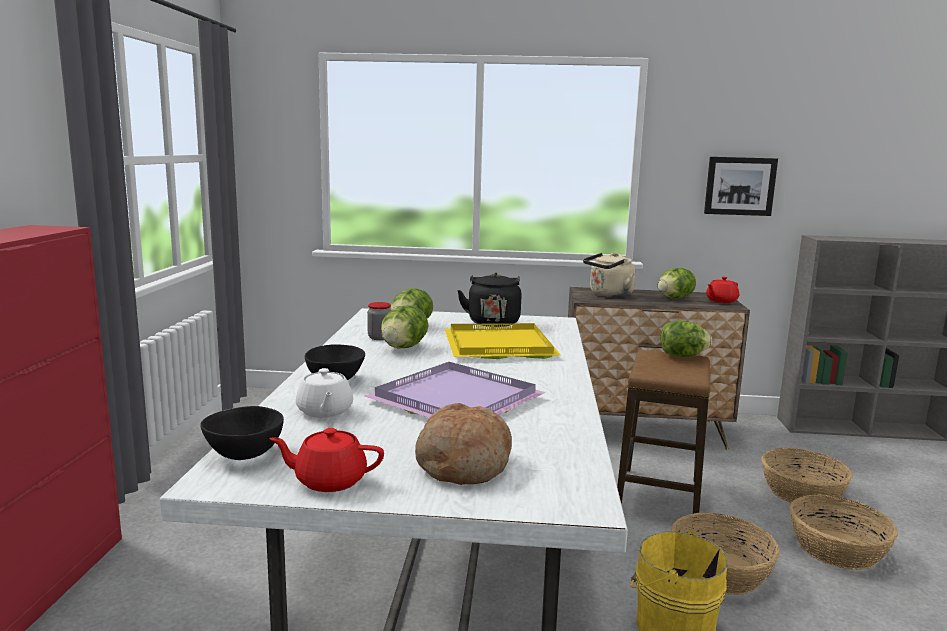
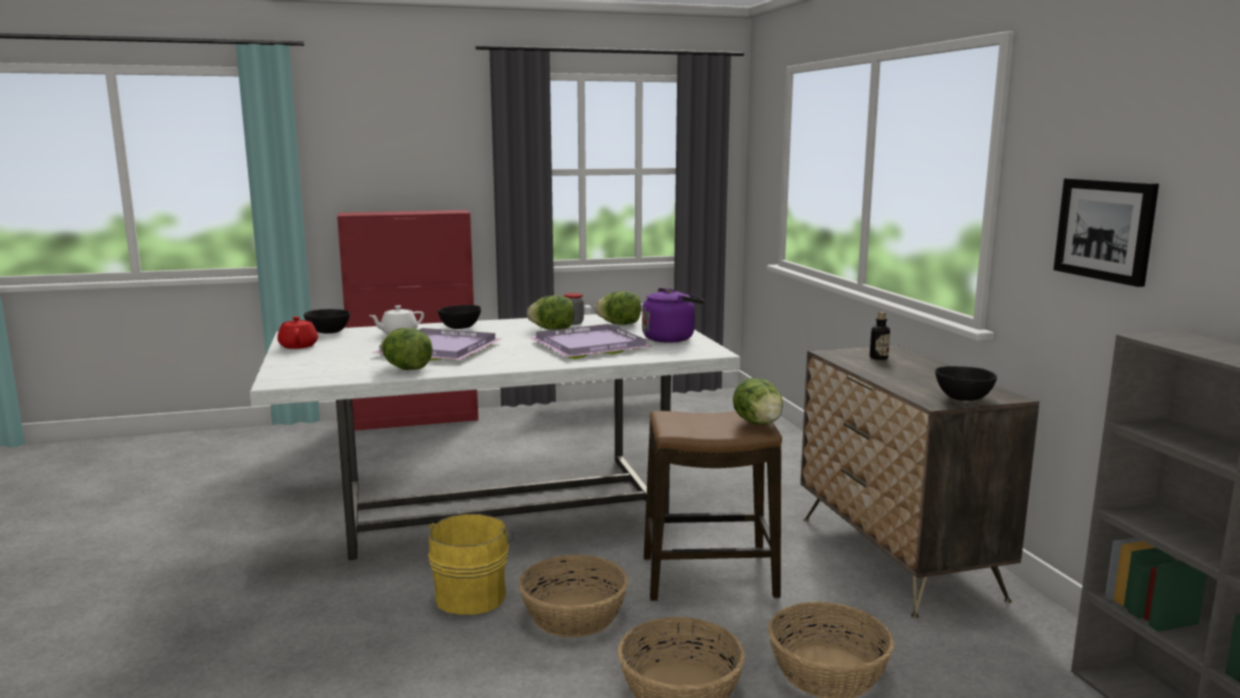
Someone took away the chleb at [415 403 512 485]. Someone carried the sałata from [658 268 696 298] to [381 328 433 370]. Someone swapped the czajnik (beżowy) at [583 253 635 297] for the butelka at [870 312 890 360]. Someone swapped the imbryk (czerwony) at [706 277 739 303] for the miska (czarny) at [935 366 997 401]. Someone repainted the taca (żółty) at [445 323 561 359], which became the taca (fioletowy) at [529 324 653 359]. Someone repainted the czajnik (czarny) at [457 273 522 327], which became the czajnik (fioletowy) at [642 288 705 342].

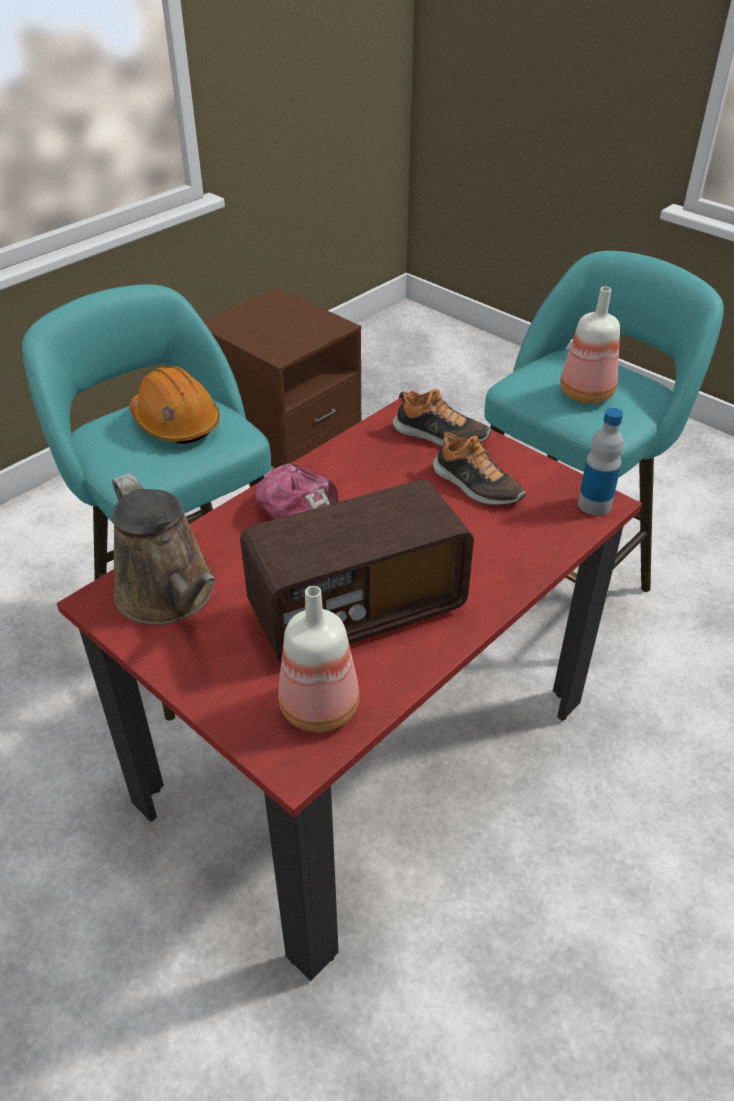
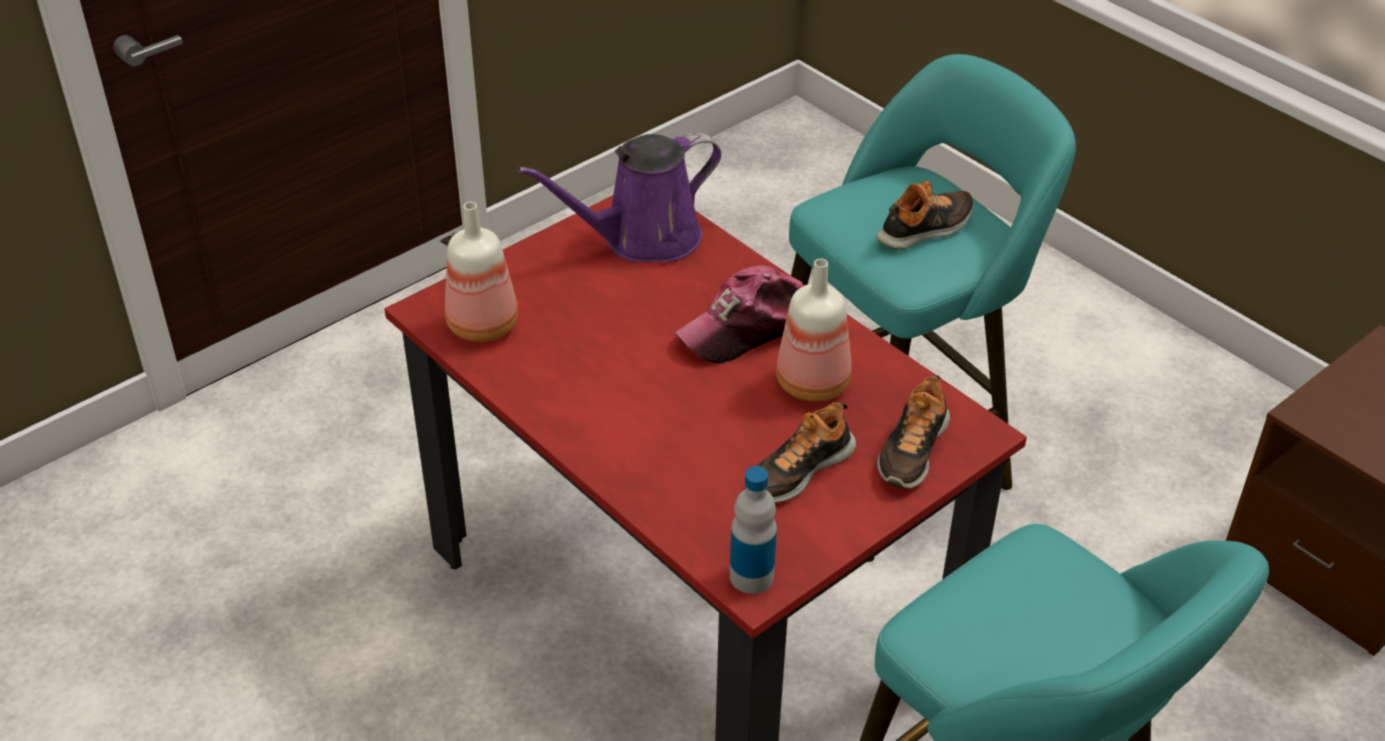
Someone took away the radio at [240 479 474 662]. Someone carried the butelka from [560 287 620 403] to [776 259 852 402]. Someone swapped the kask (pomarańczowy) at [129 366 220 444] for the but at [876 181 973 250]. Someone repainted the konewka (brązowy) at [112 473 216 625], which became the konewka (fioletowy) at [518 133 721 262].

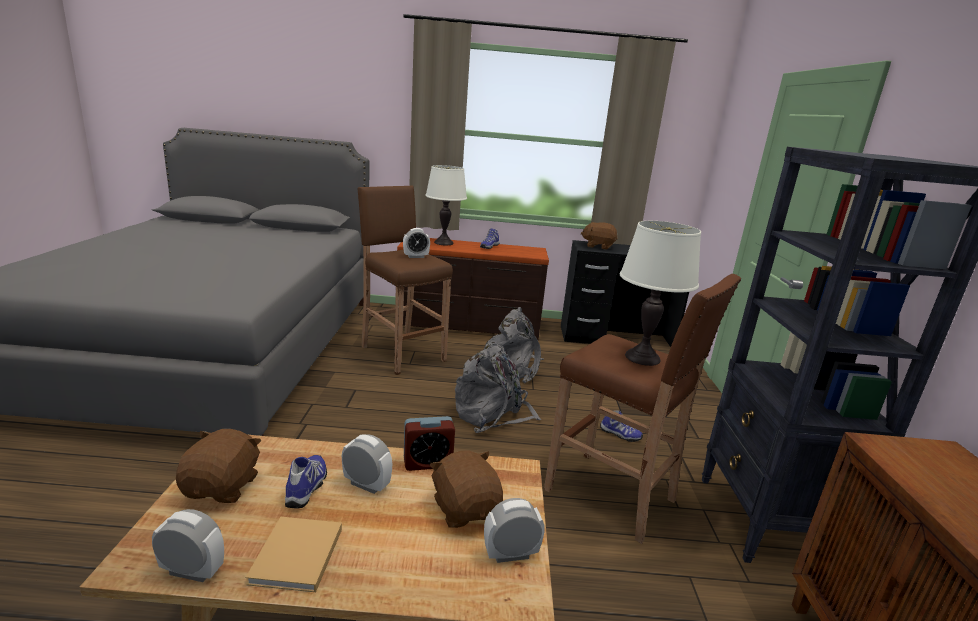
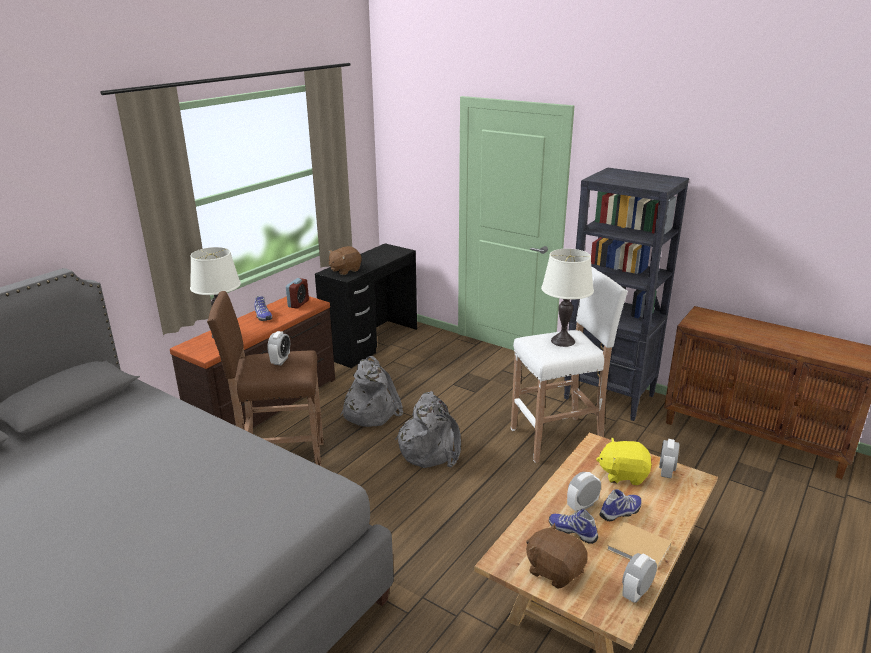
Someone carried the budzik from [404 416 455 471] to [286 278 309 309]. Someone carried the but from [600 410 643 442] to [599 489 642 521]. Someone repainted the pluszak (brązowy) at [430 450 503 528], which became the pluszak (żółty) at [596 437 652 485]. Someone repainted the stołek (brązowy) at [544 274 741 544], which became the stołek (biały) at [511 267 628 463].

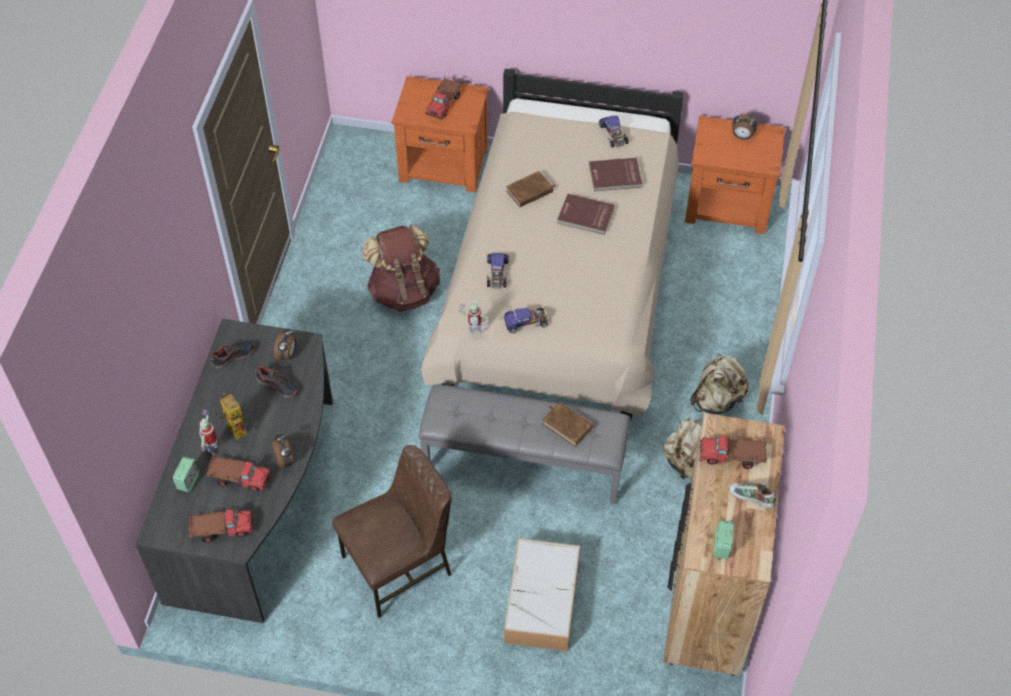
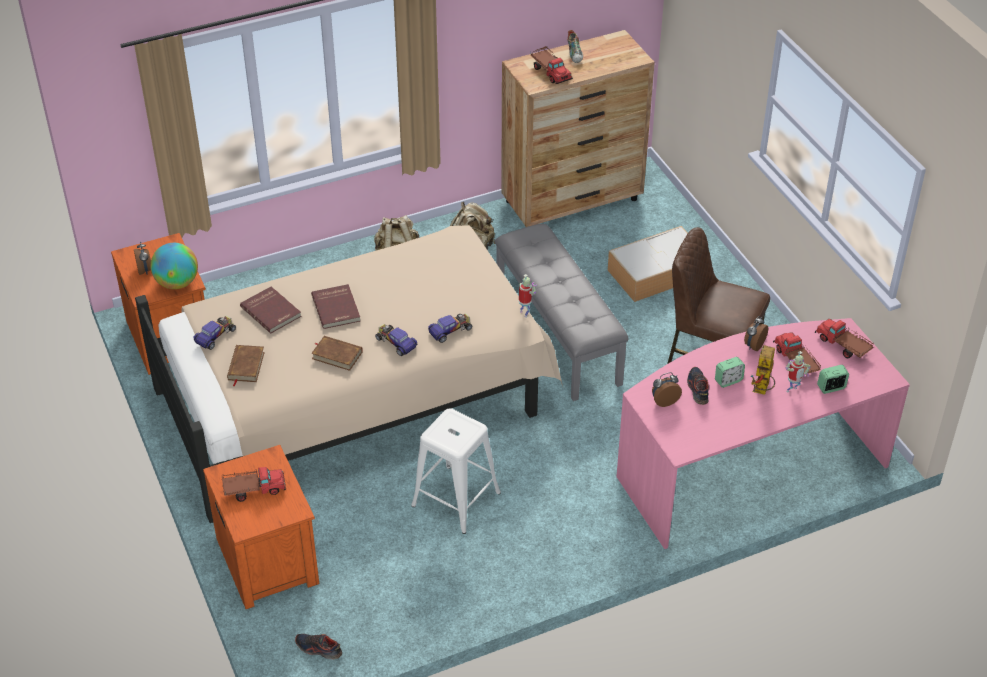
Someone put down the globus at [150 243 198 289]. Someone carried the but from [210 341 255 369] to [295 634 342 659]. Someone carried the samochodzik from [504 308 548 333] to [375 324 417 356]. Someone carried the książka (brązowy) from [542 402 594 447] to [227 345 265 387]. Someone carried the budzik from [714 520 734 559] to [715 357 745 388]. Someone swapped the plecak (brązowy) at [362 225 440 312] for the stołek (biały) at [411 408 501 534]. Someone repainted the biurko (szary) at [135 319 333 623], which became the biurko (różowy) at [616 318 910 549].

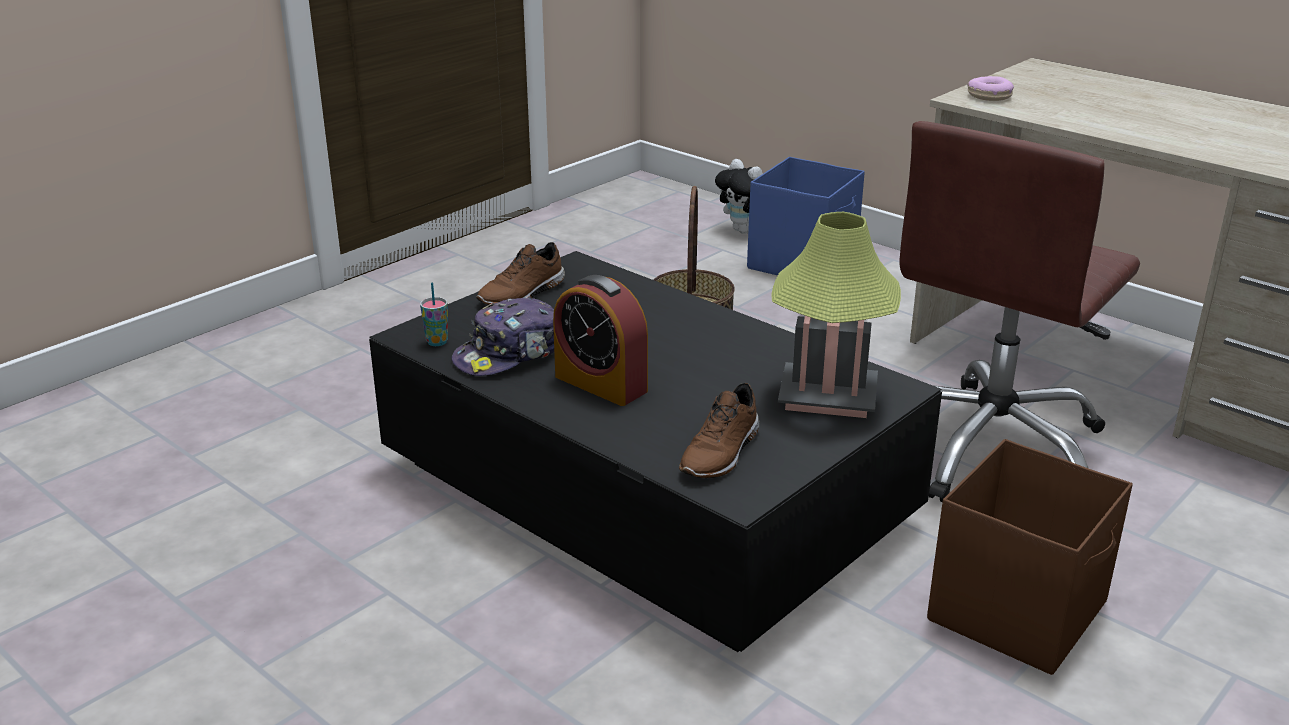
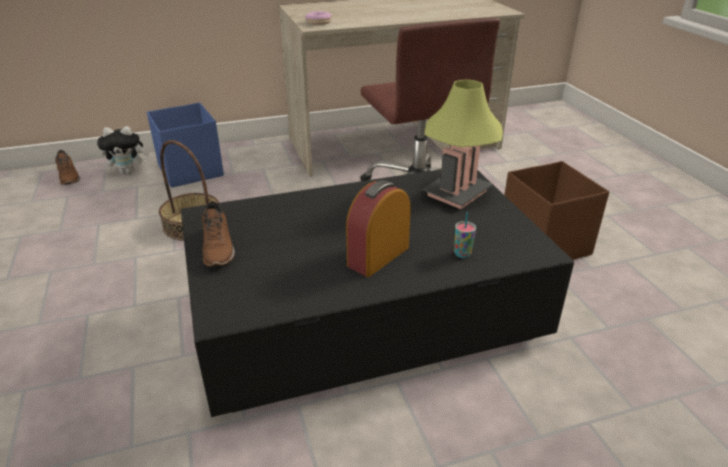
Someone took away the czapka z daszkiem at [452 297 554 376]. Someone carried the filiżanka from [420 282 448 346] to [454 212 476 258]. Someone carried the but (brązowy) from [679 383 759 478] to [55 150 80 185]. Someone rotated the budzik at [553 275 648 406] by 150 degrees clockwise.

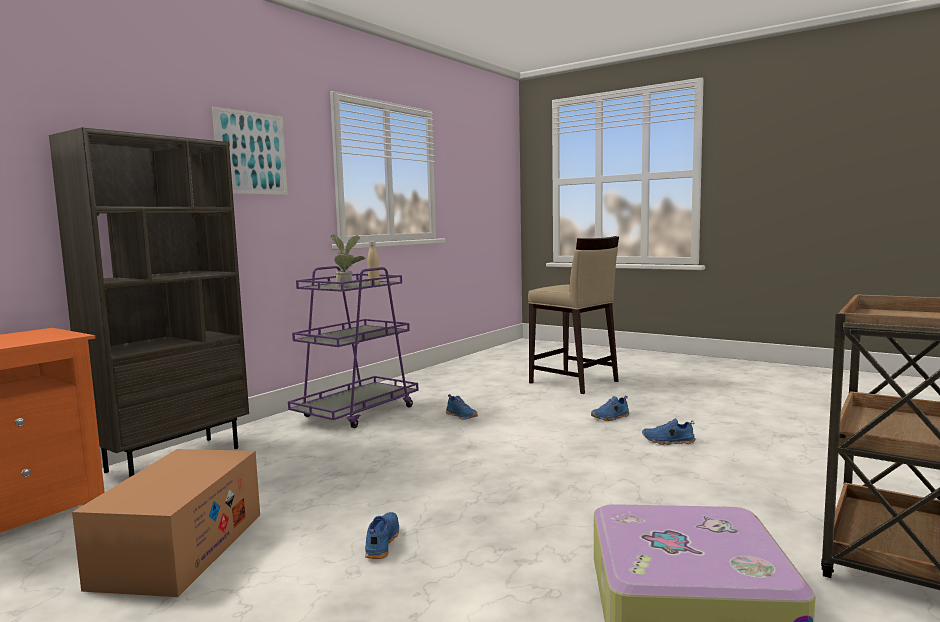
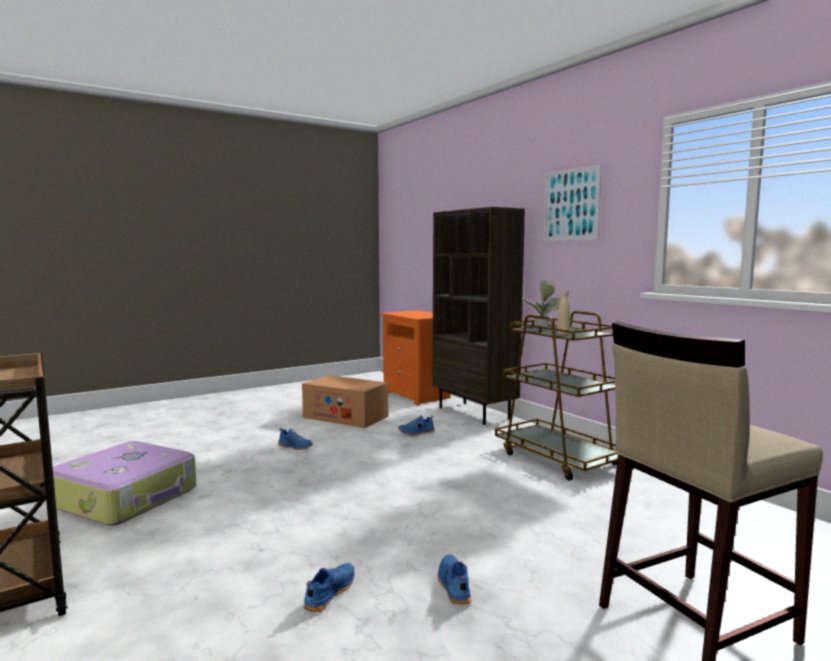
Someone carried the but (niebieski) from [446 394 478 420] to [398 415 435 436]. Someone repainted the wózek (fioletowy) at [288 266 419 428], which became the wózek (brązowy) at [495 311 618 481].

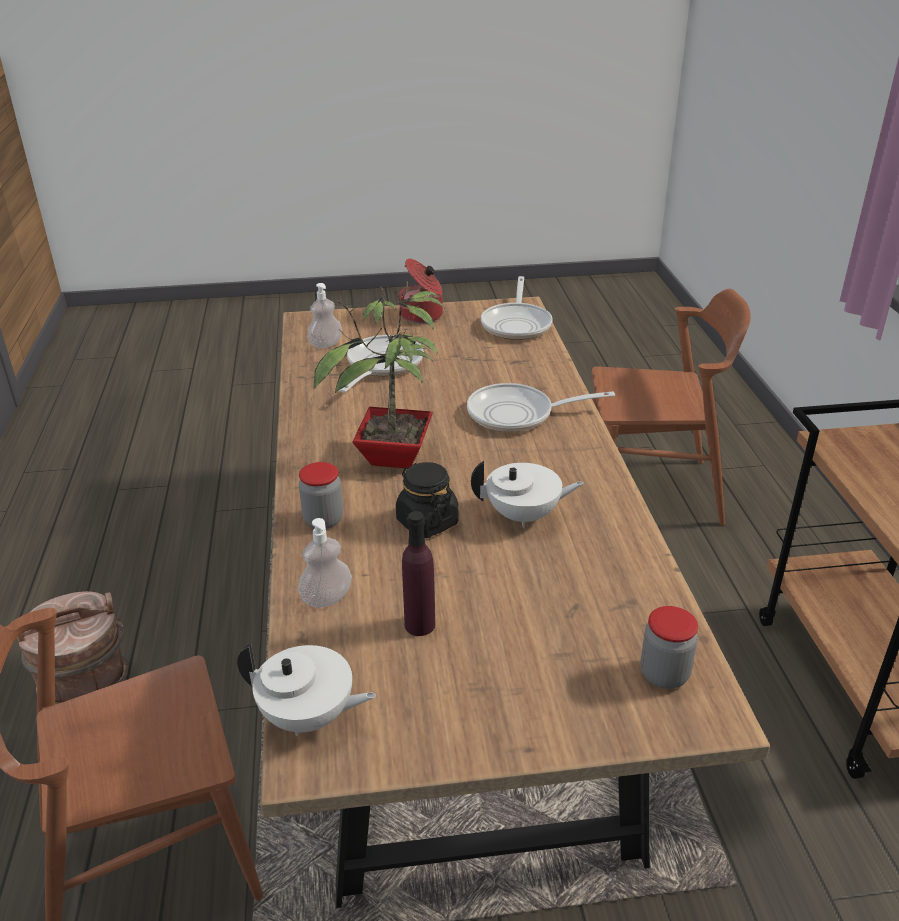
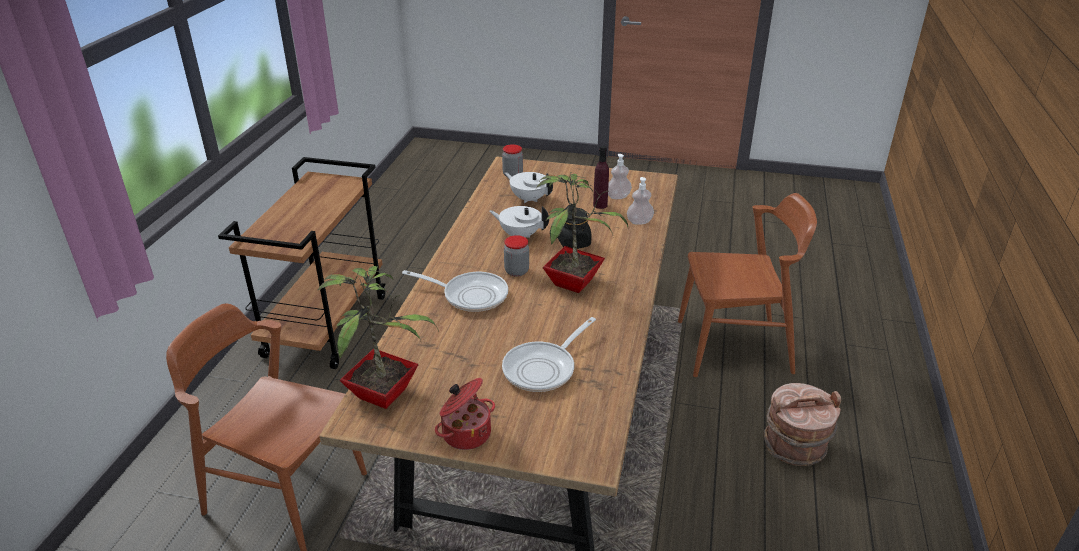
Someone carried the imbryk (biały) from [237 644 376 736] to [505 172 553 203]. Someone carried the słoik from [299 462 343 529] to [504 235 529 277]. Someone carried the dozownik mydła from [307 283 342 349] to [608 154 632 199]. Someone swapped the patelnia at [481 276 553 340] for the roślina doniczkowa at [317 266 439 409].

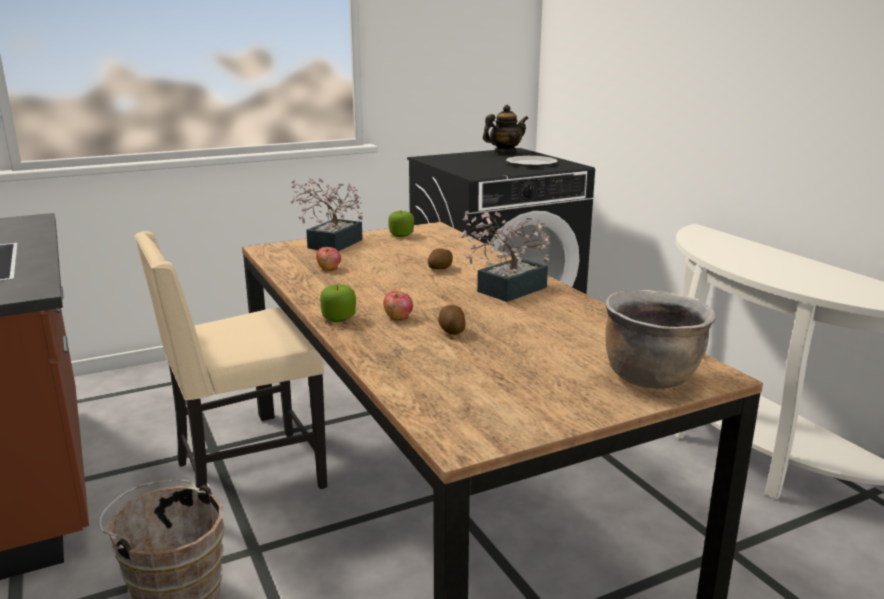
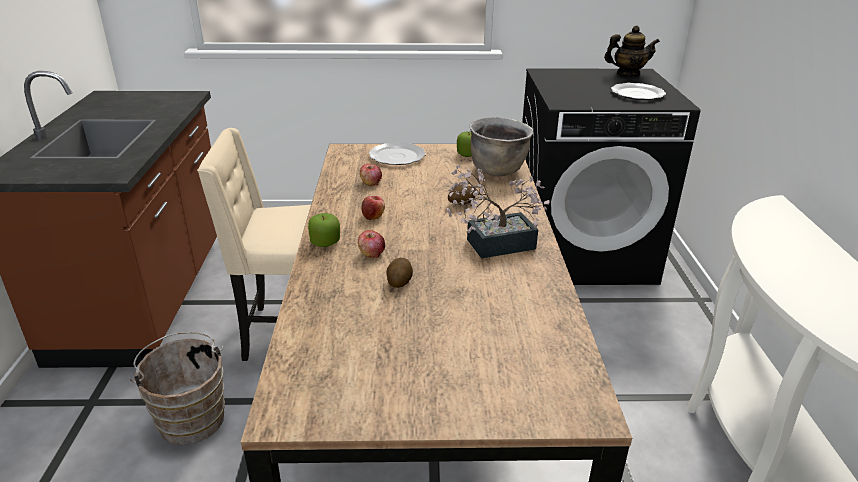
Someone put down the jabłko at [361 196 385 220]. Someone carried the garnek (brązowy) from [605 290 716 389] to [470 117 533 176]. Someone swapped the roślina doniczkowa at [290 178 363 251] for the talerz at [369 142 426 165].

